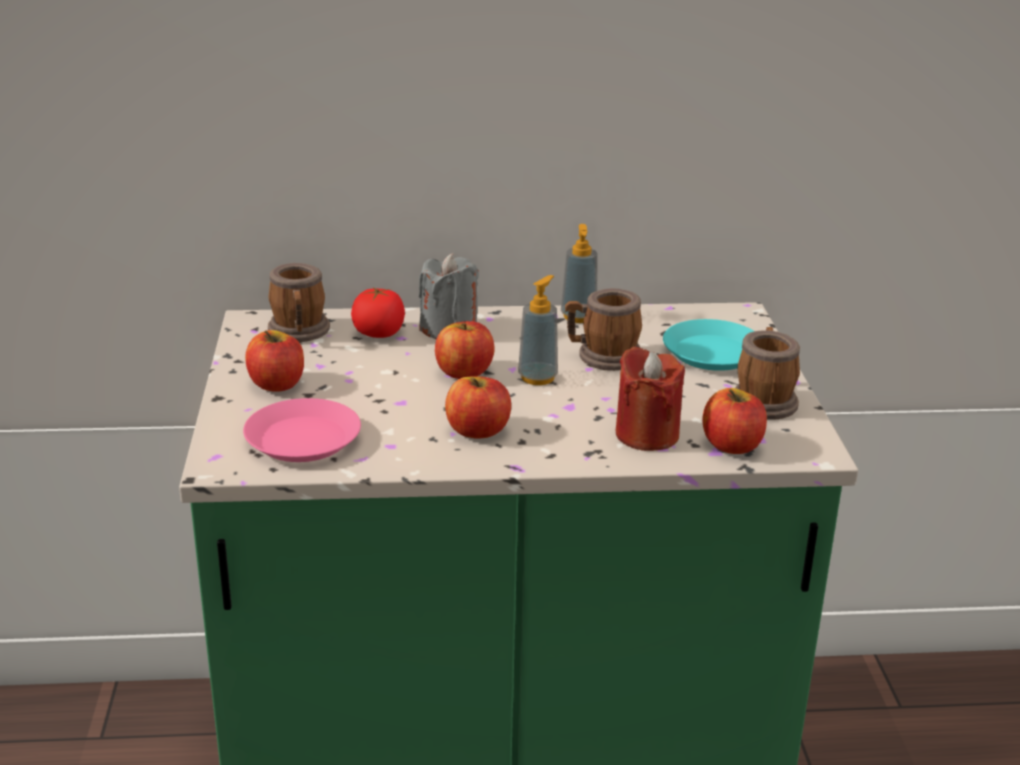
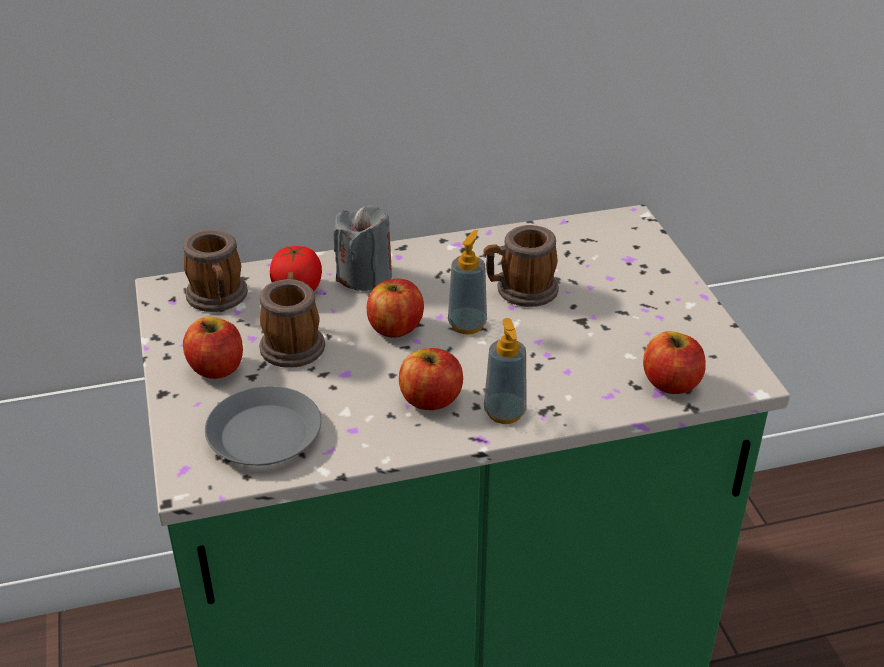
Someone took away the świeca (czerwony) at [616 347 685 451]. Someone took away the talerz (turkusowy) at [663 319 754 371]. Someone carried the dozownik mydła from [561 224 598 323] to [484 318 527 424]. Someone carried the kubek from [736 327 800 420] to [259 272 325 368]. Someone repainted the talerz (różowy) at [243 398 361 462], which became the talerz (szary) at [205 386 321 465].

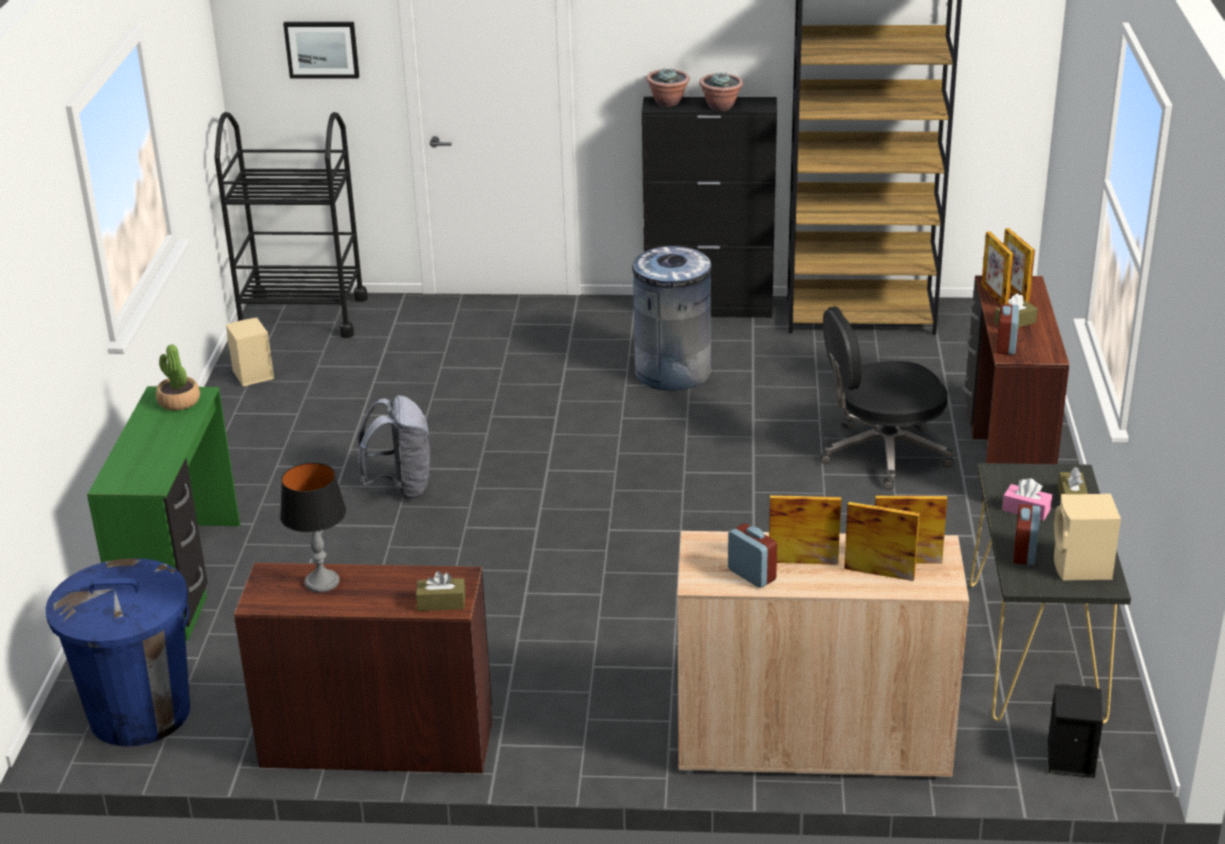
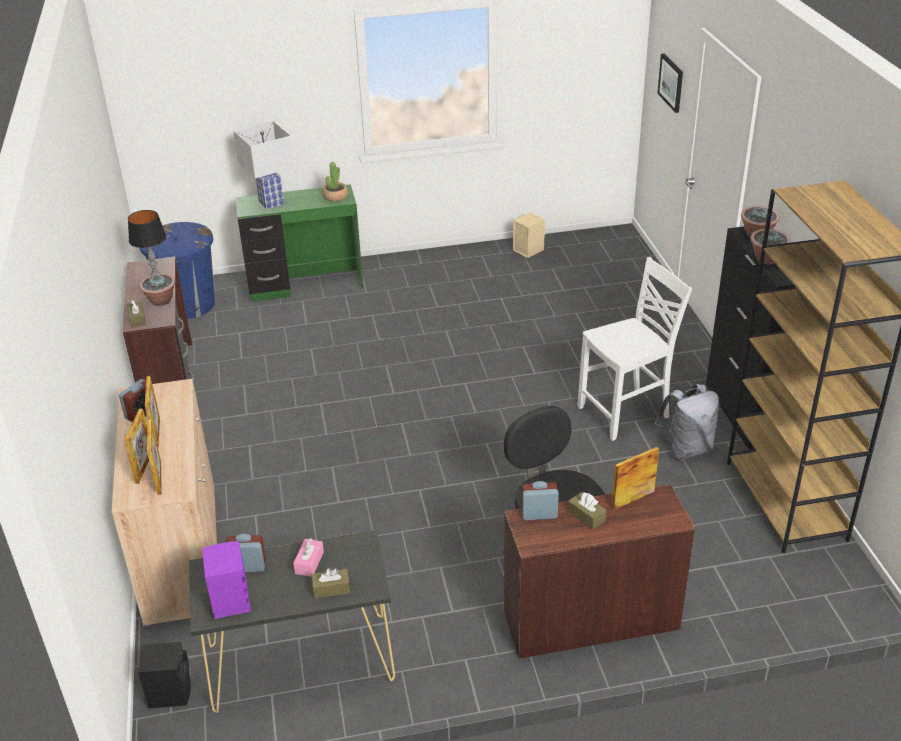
Someone took away the wózek (czarny) at [214 112 368 338]. Someone took away the ramka na zdjęcie at [1004 228 1035 302]. Someone put down the roślina doniczkowa at [139 273 175 306]. Someone put down the lampa stołowa (biały) at [233 121 295 209]. Someone carried the plecak (szary) from [358 396 431 500] to [655 384 719 460]. Someone swapped the kosz na śmieci (szary) at [632 246 711 391] for the krzesło (biały) at [578 257 692 441]. Someone repainted the głośnik (beżowy) at [1054 494 1121 580], which became the głośnik (fioletowy) at [202 541 251 619].

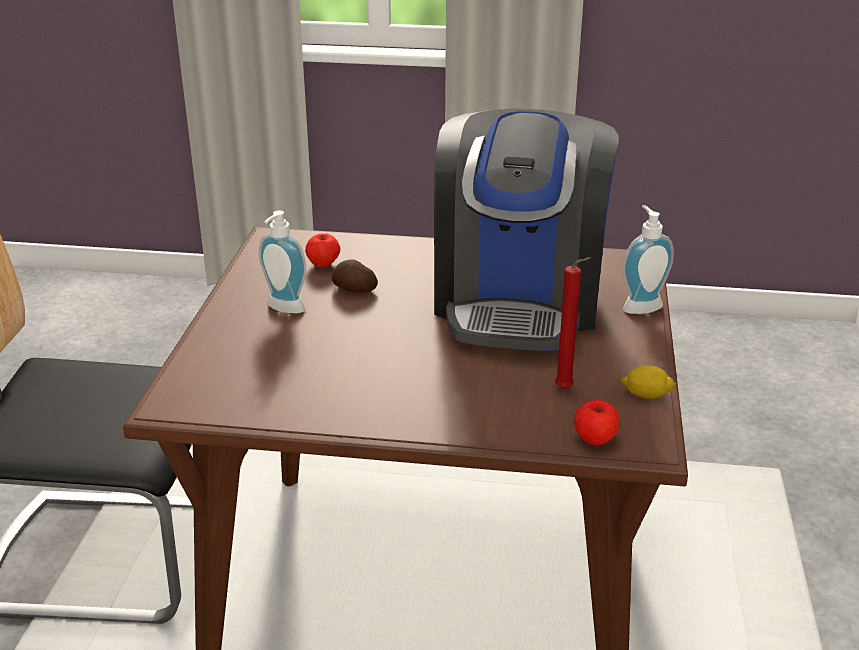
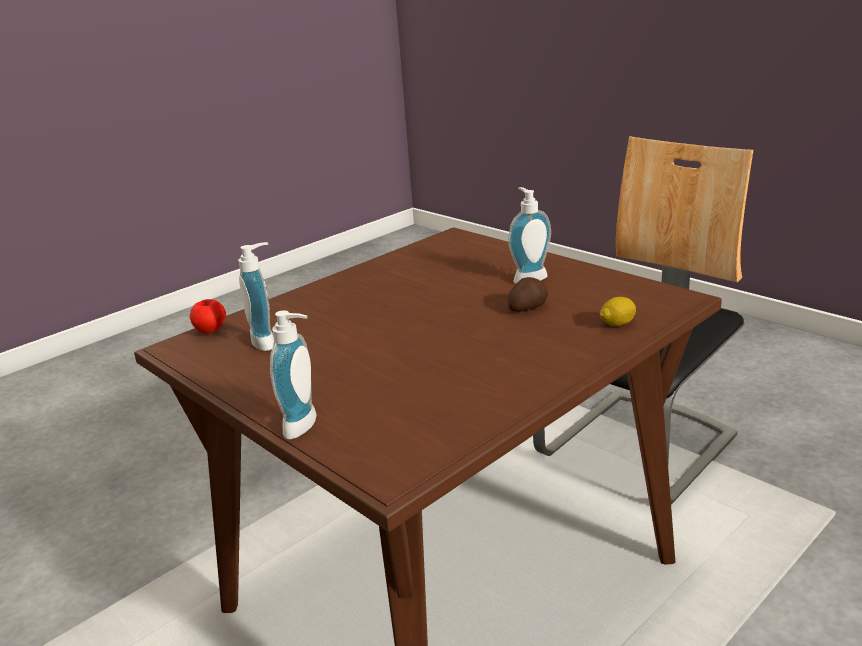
Someone took away the jabłko at [305 233 340 268]. Someone took away the ekspres do kawy at [434 109 619 351]. Someone carried the cytryna from [621 366 676 399] to [600 297 636 326]. Someone swapped the świeca (czerwony) at [555 257 591 389] for the dozownik mydła at [238 242 274 351].

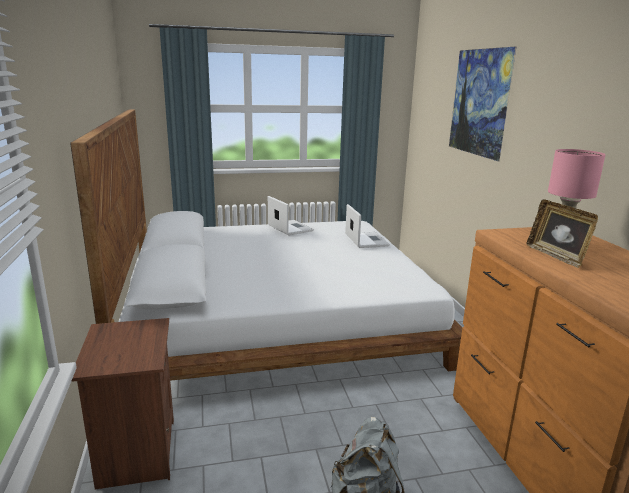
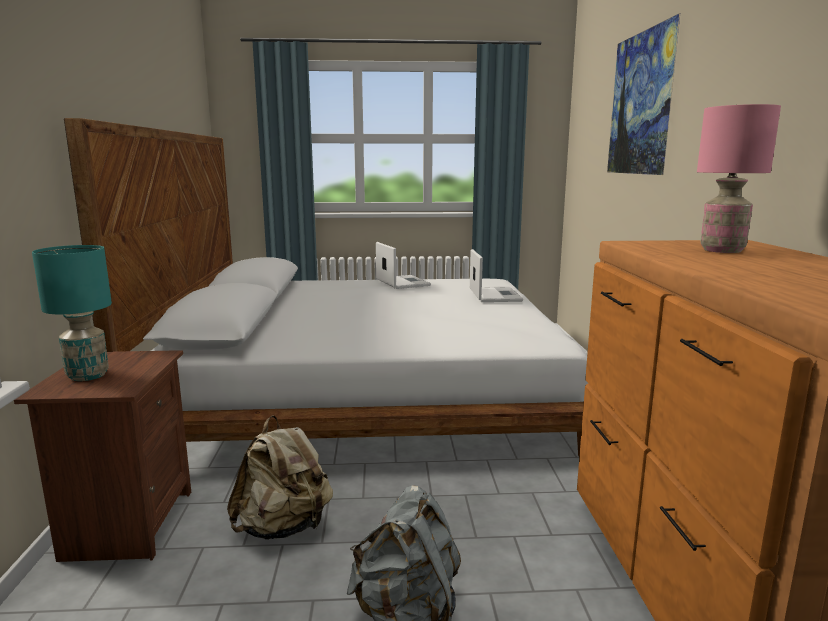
Someone took away the ramka na zdjęcie at [527 199 598 268]. Someone put down the lampa stołowa (turkusowy) at [32 245 112 381]. Someone put down the plecak (beżowy) at [227 415 333 540].

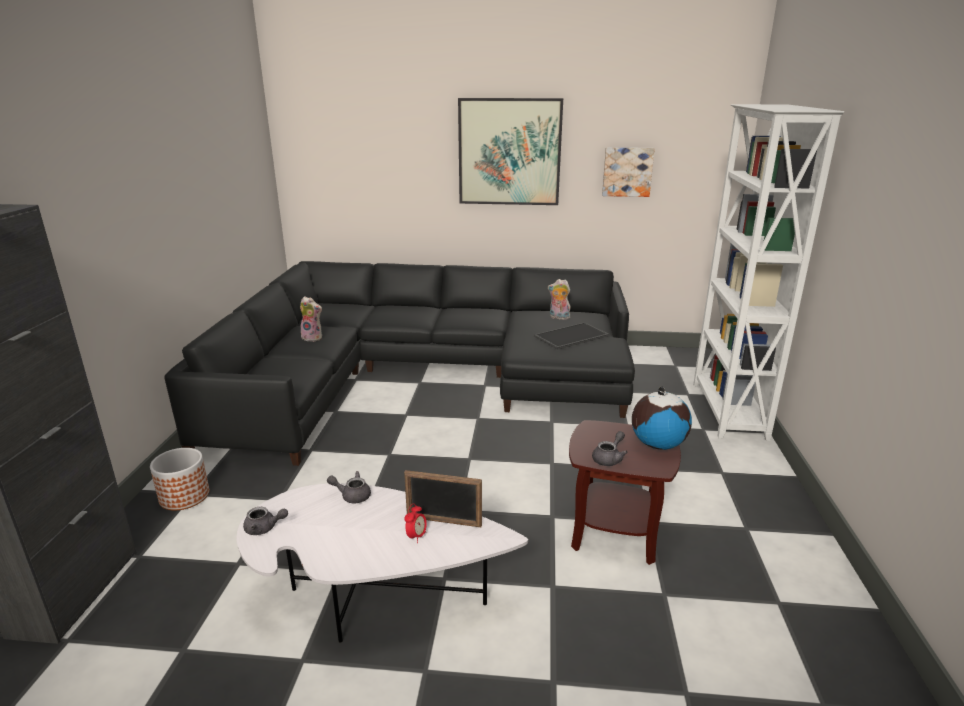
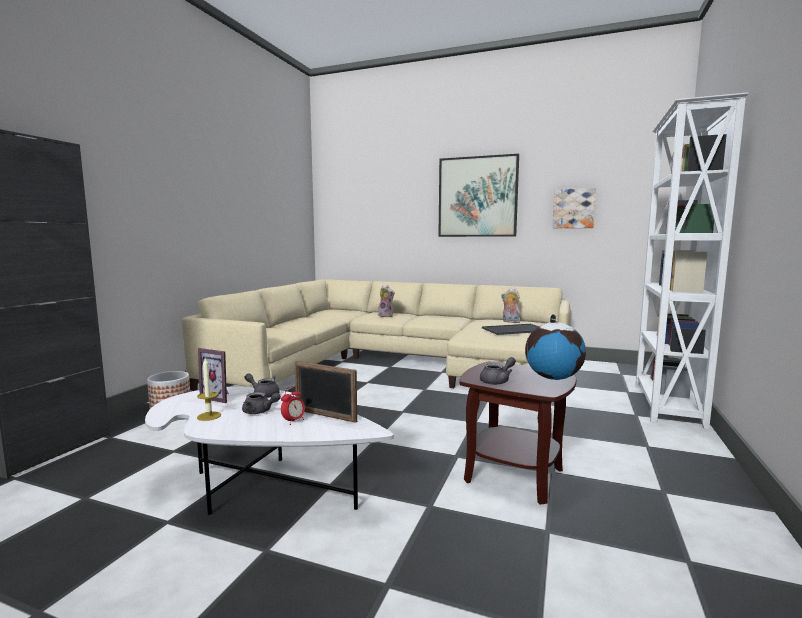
Someone put down the świeca at [197 358 221 421]. Someone put down the ramka na zdjęcie at [198 348 229 403]. Someone carried the imbryk (szary) from [243 507 288 535] to [242 392 281 414]. Someone carried the pluszak from [300 296 322 342] to [378 285 395 317]. Someone repainted the kanapa (czarny) at [164 261 635 466], which became the kanapa (beżowy) at [182 279 571 391].

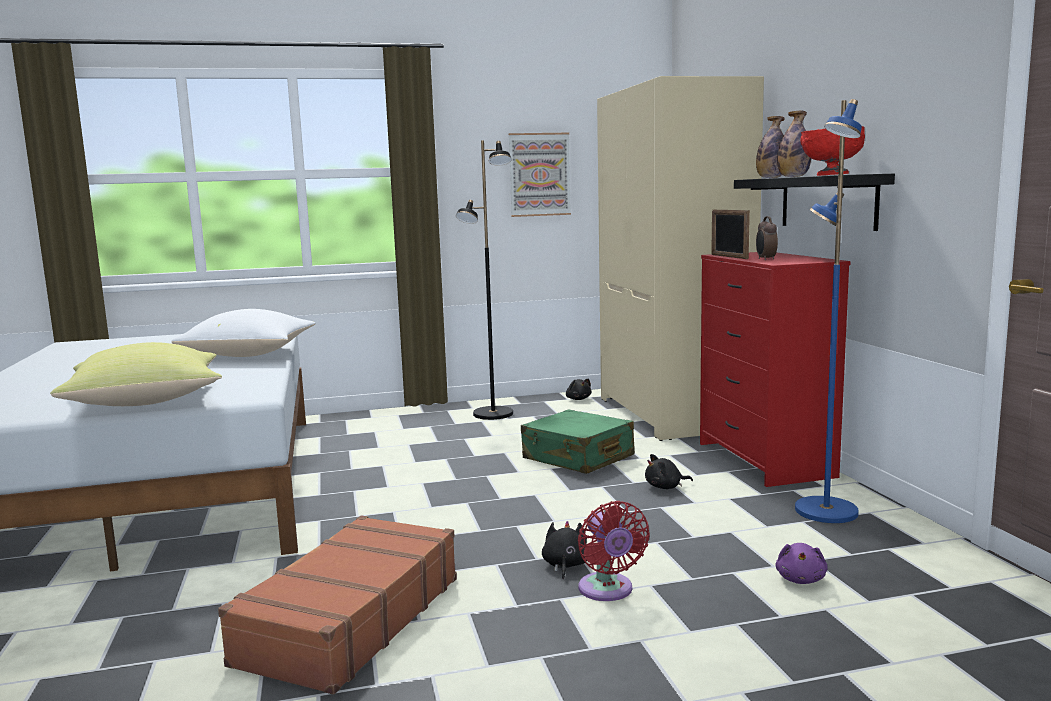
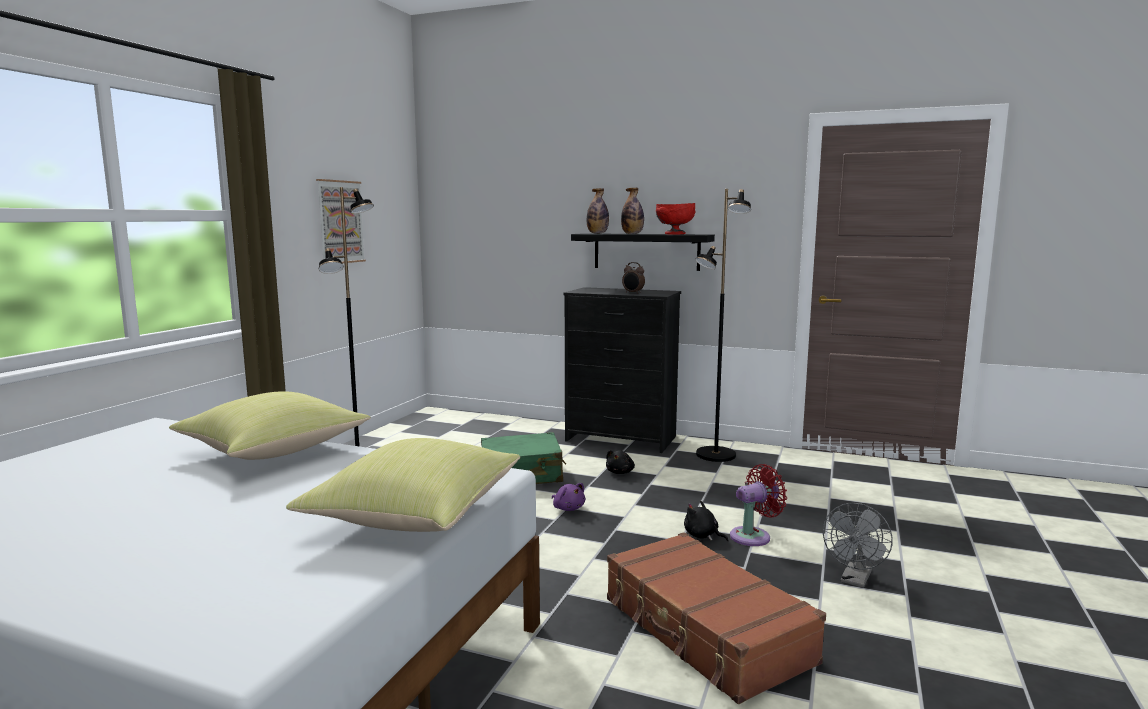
Someone took away the pluszak (czarny) at [566 379 592 400]. Someone took away the szafa (beżowy) at [597 76 764 441]. Someone took away the ramka na zdjęcie at [711 210 750 259]. Someone put down the wentylator (szary) at [823 503 893 588]. Someone carried the pluszak (fioletowy) from [775 543 828 584] to [552 483 585 511]. Someone repainted the poduszka (biały) at [172 309 316 357], which became the poduszka (żółty) at [169 391 371 460]. Someone repainted the komoda (czerwony) at [700 252 850 487], which became the komoda (czarny) at [563 287 681 453]. Someone repainted the lampa stojąca (niebieski) at [795 99 862 523], which became the lampa stojąca (czarny) at [695 189 751 462]. Someone rotated the wentylator (czerwony) at [578 501 650 601] by 45 degrees counterclockwise.

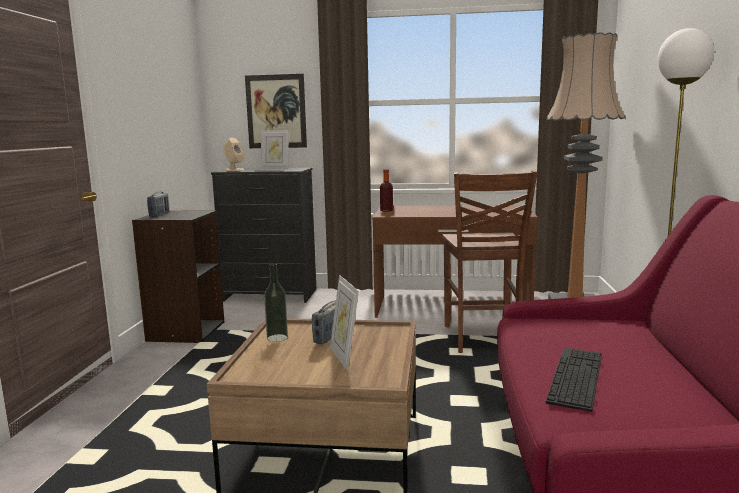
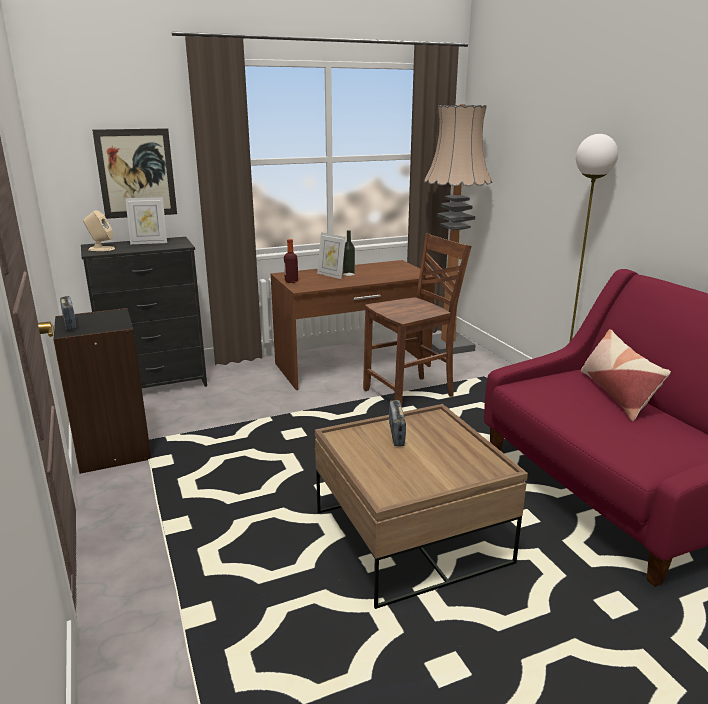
Someone took away the klawiatura at [546 348 602 412]. Someone put down the poduszka at [581 329 671 421]. Someone carried the butelka from [264 263 288 342] to [343 230 355 276]. Someone carried the ramka na zdjęcie from [330 275 359 371] to [317 232 346 279]. Someone rotated the krzesło (brązowy) at [442 171 538 353] by 90 degrees counterclockwise.

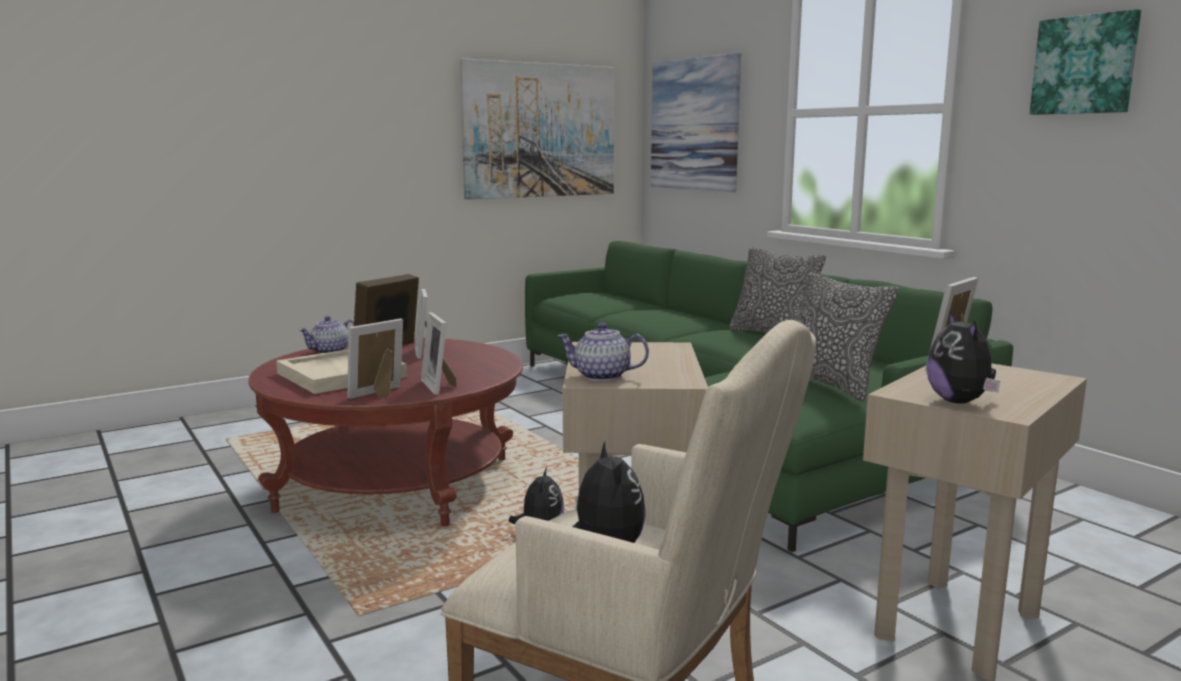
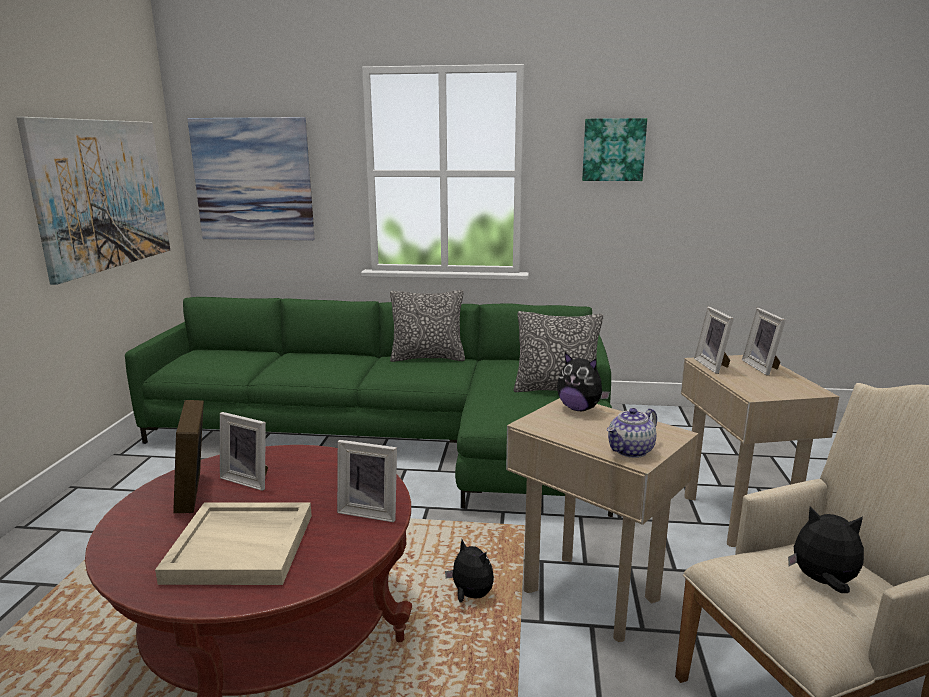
Someone took away the imbryk at [299 316 354 354]. Someone carried the ramka na zdjęcie from [347 319 403 399] to [742 308 786 376]. Someone carried the pluszak from [927 310 1000 404] to [557 352 610 411].

